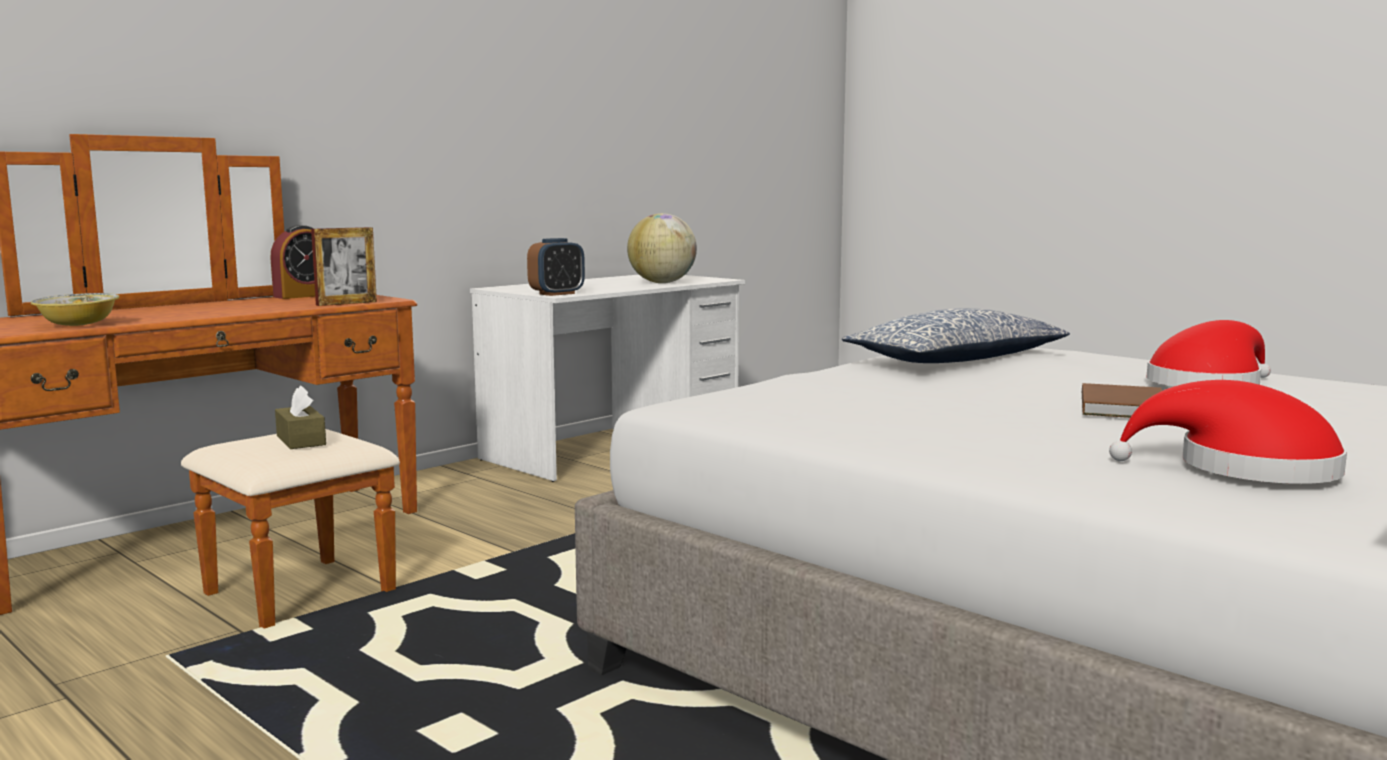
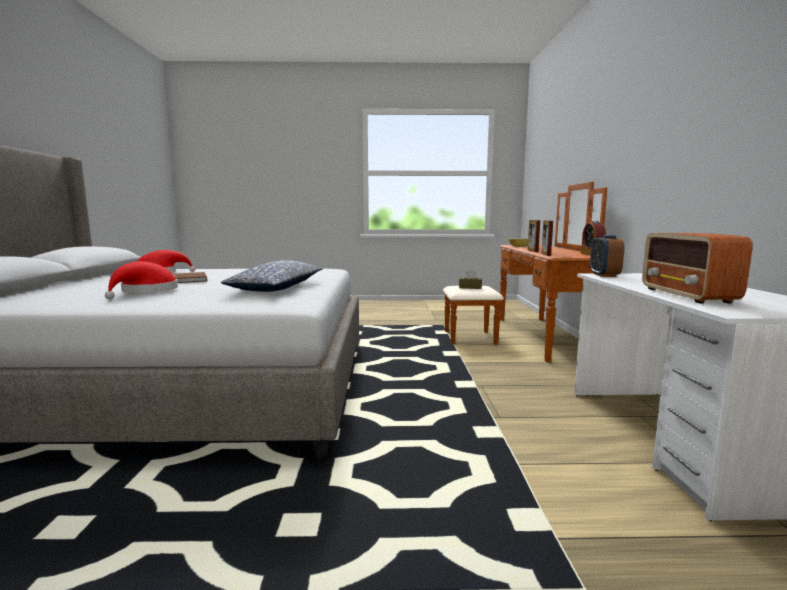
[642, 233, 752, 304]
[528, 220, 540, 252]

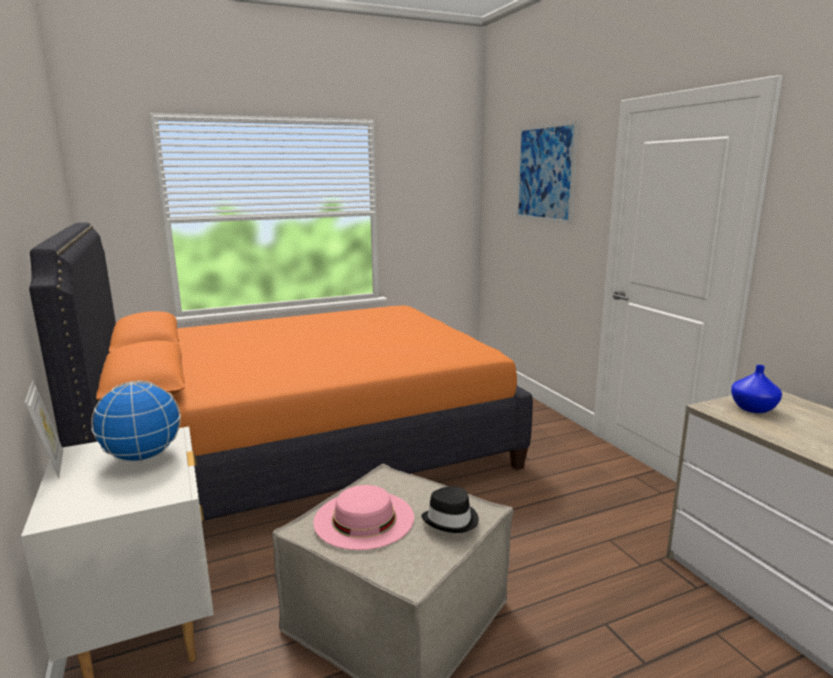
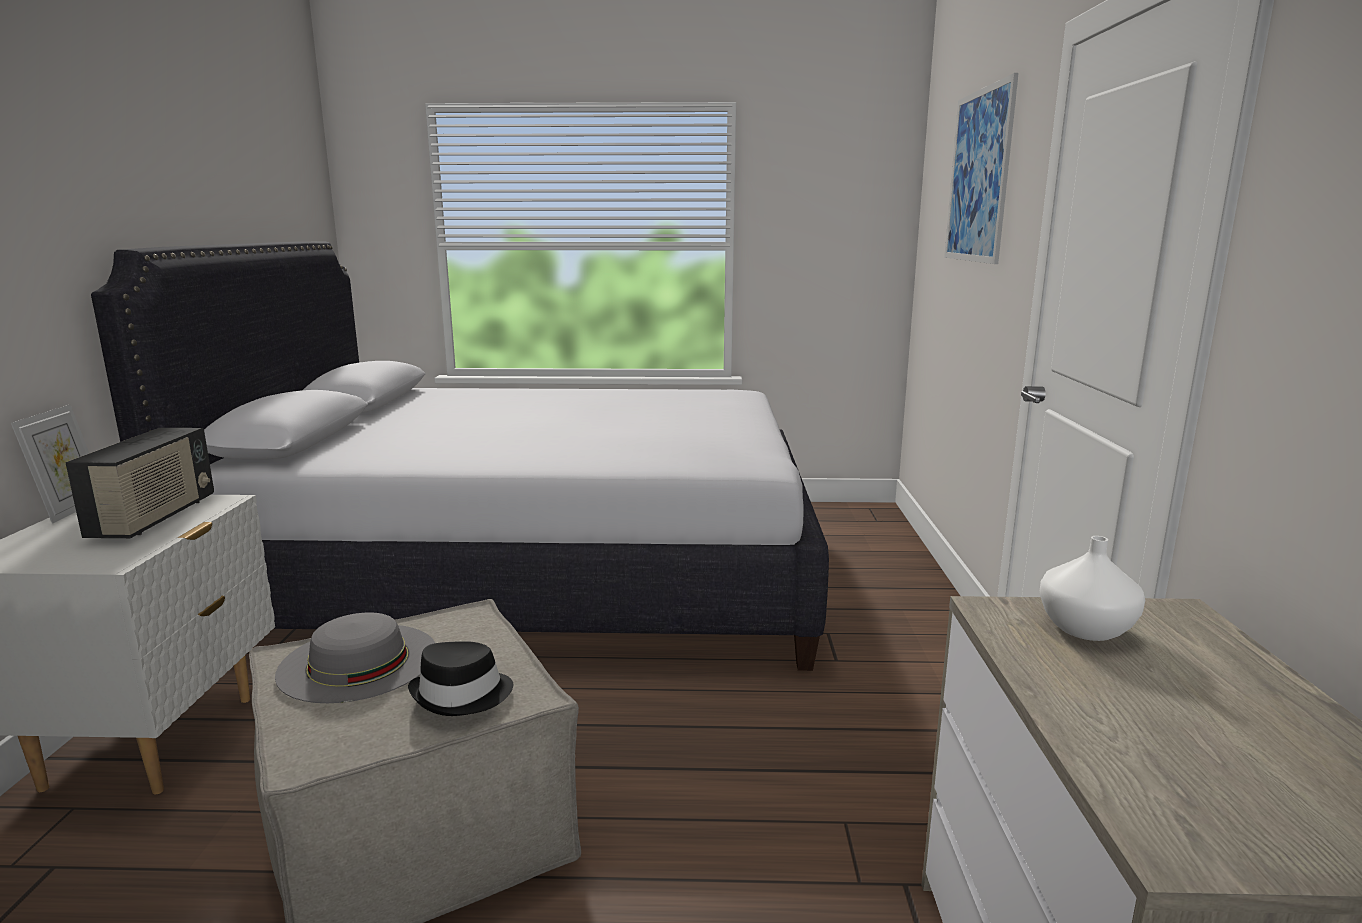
[91, 242, 829, 671]
[65, 428, 214, 538]
[275, 613, 435, 703]
[1040, 536, 1145, 641]

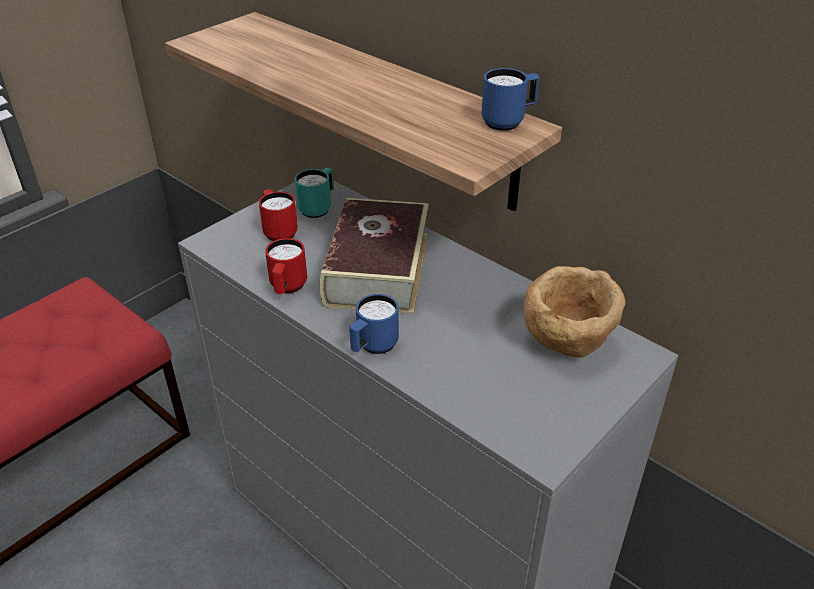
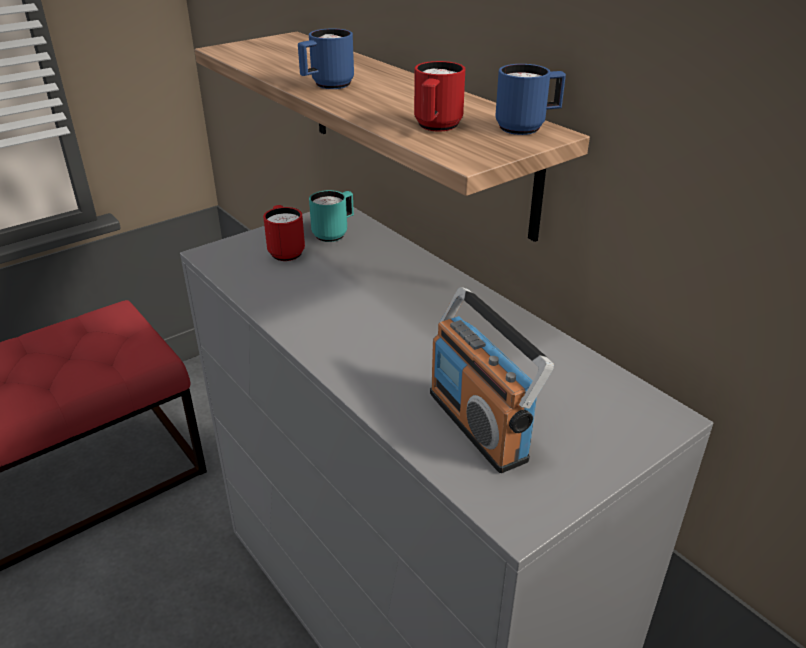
[414, 61, 465, 132]
[320, 198, 429, 314] (first image)
[298, 29, 354, 89]
[524, 266, 625, 358] (first image)
[430, 287, 554, 473]

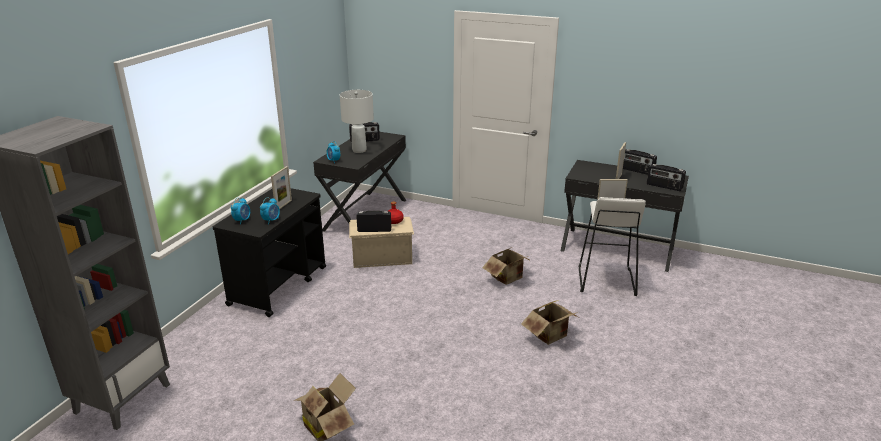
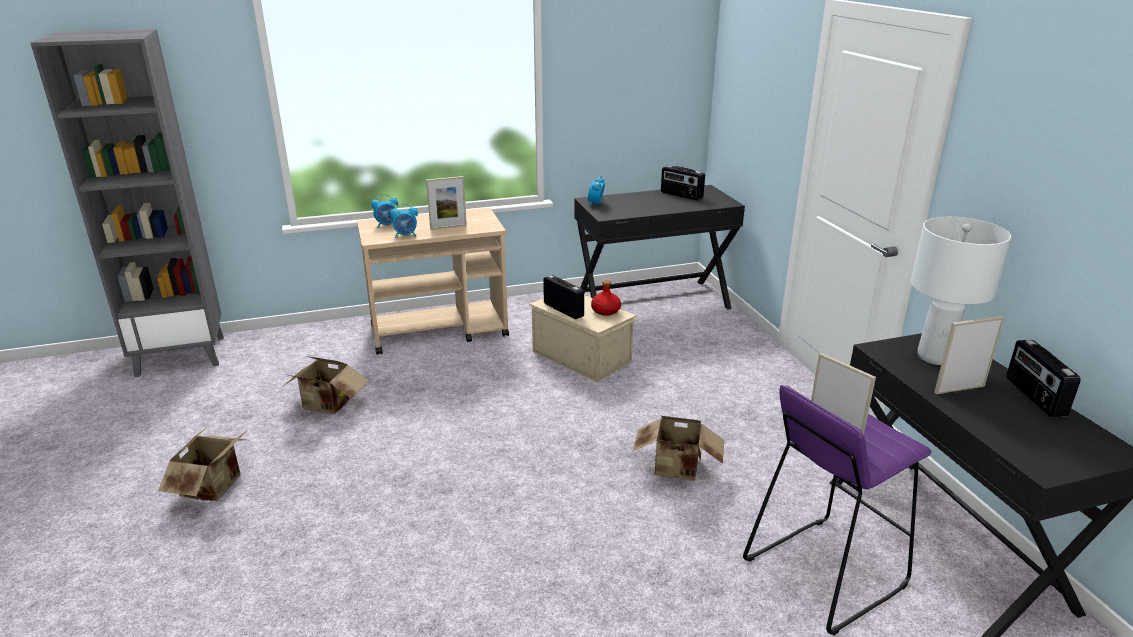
[357, 208, 509, 355]
[911, 217, 1011, 365]
[282, 356, 369, 414]
[743, 385, 932, 635]
[647, 164, 686, 191] (first image)

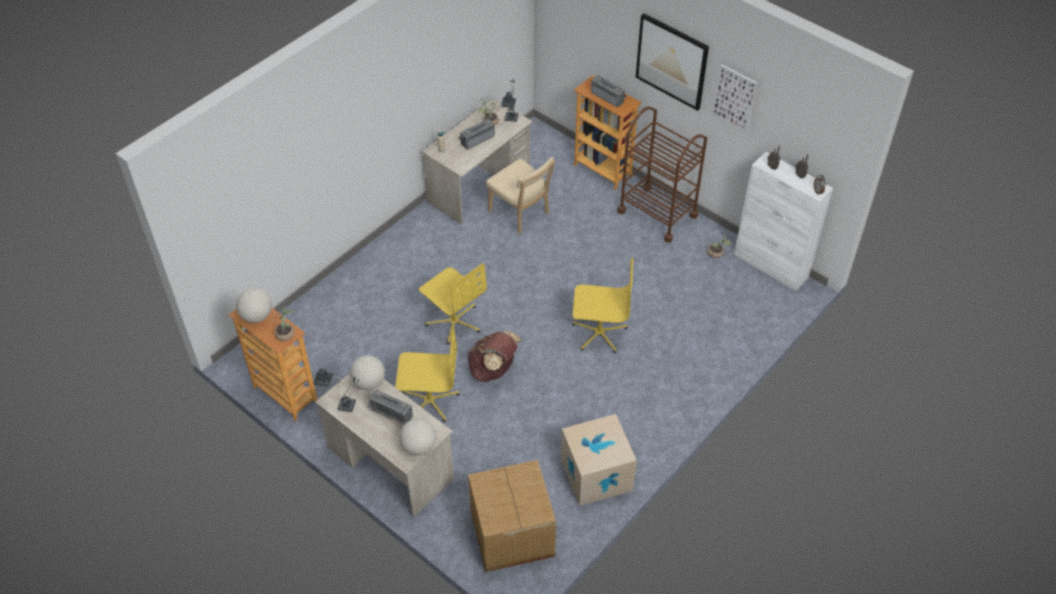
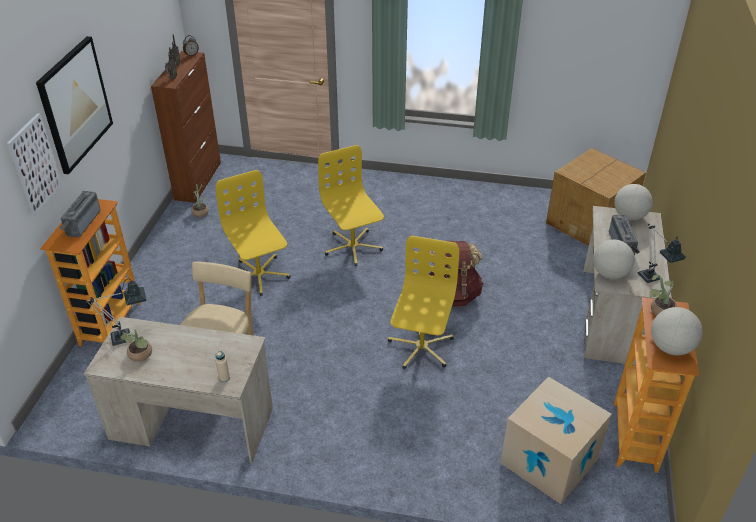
[216, 170, 290, 296]
[459, 119, 495, 150] (first image)
[501, 376, 612, 504]
[617, 106, 707, 243] (first image)
[7, 113, 62, 216]
[151, 51, 221, 203]

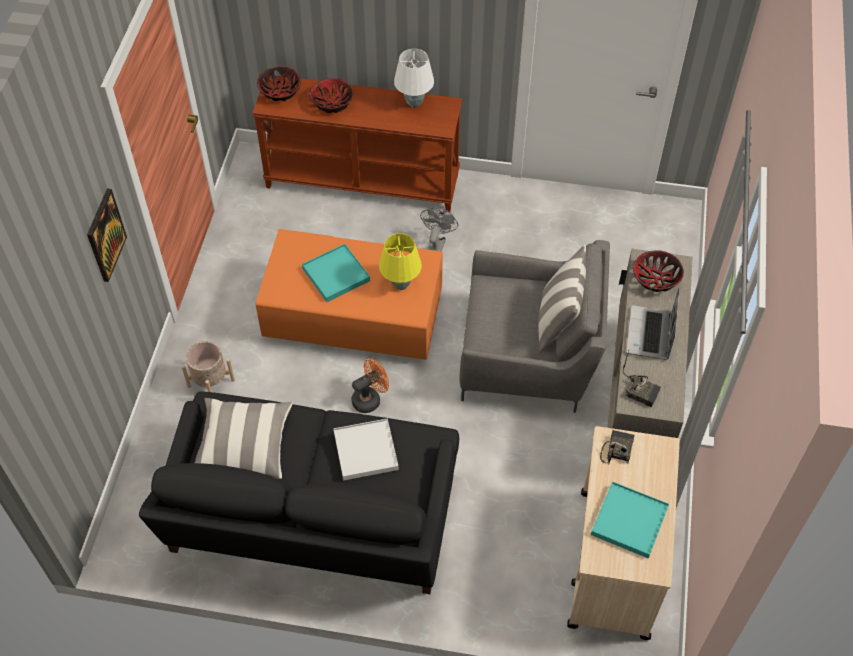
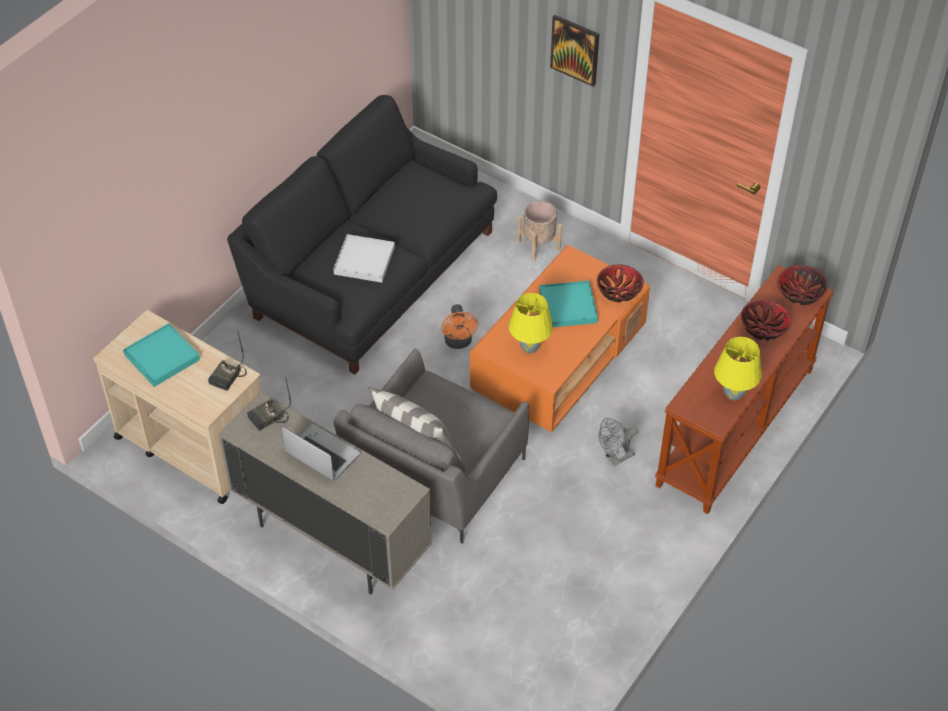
[194, 398, 293, 479] (first image)
[714, 337, 762, 401]
[599, 418, 639, 466]
[208, 333, 247, 391]
[597, 264, 644, 303]

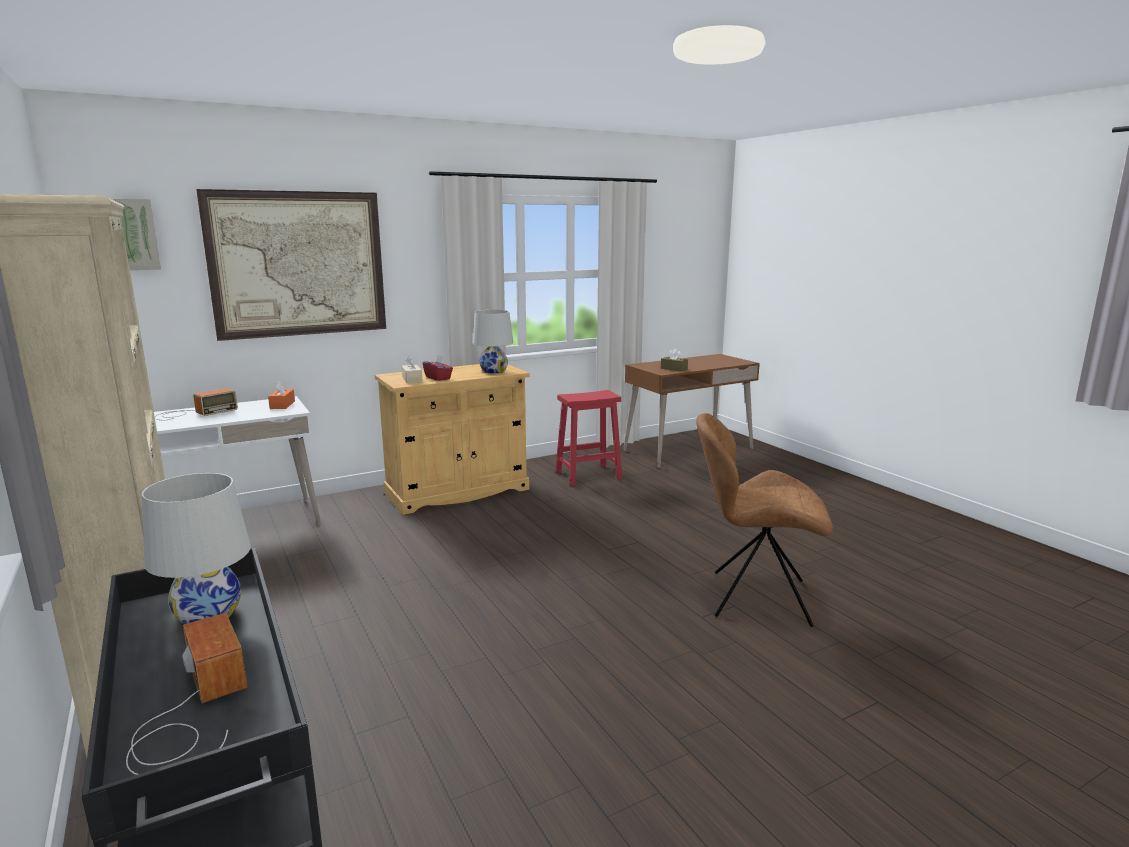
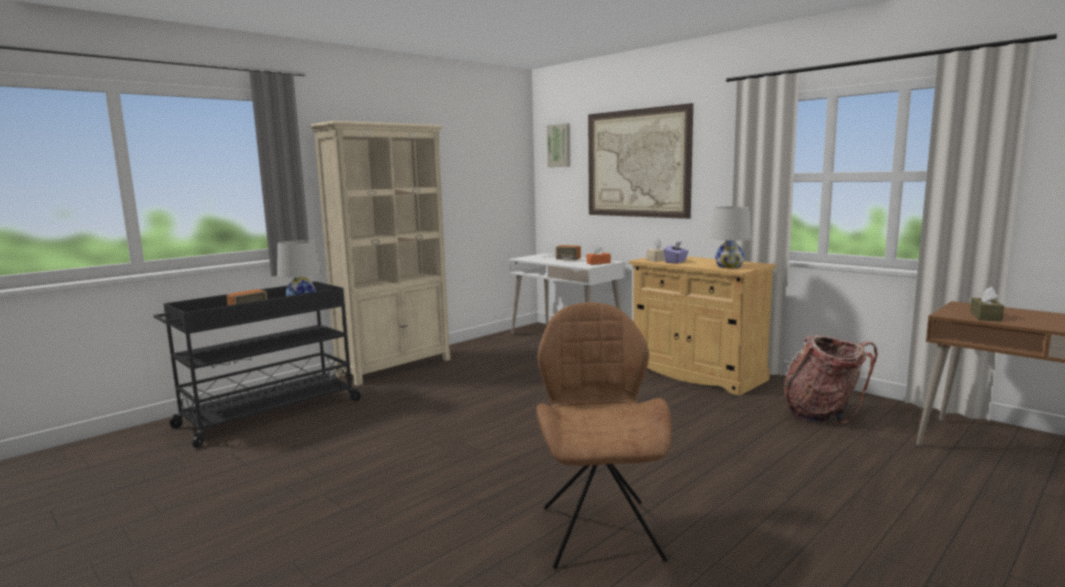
[663, 241, 689, 264]
[784, 335, 878, 425]

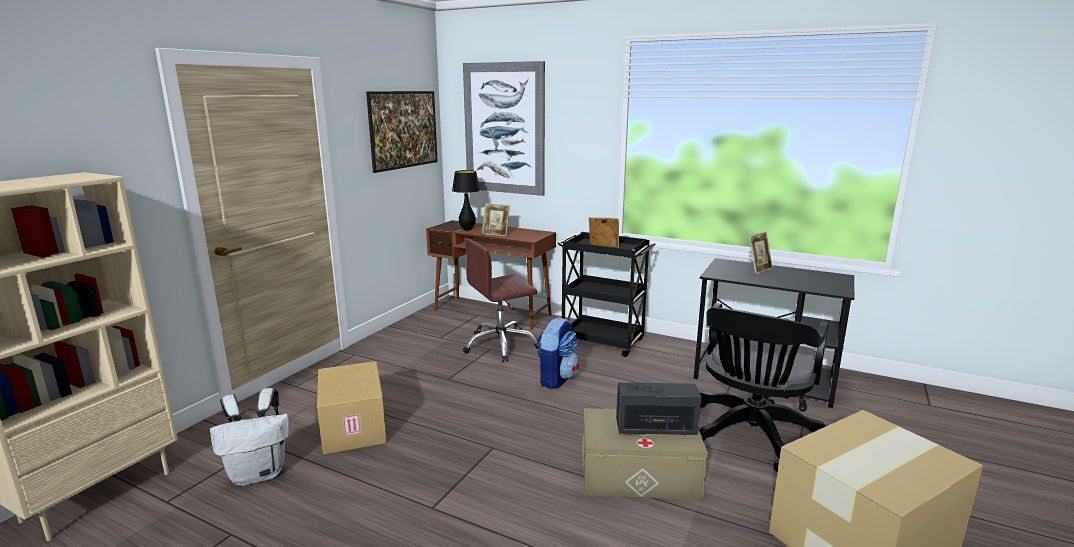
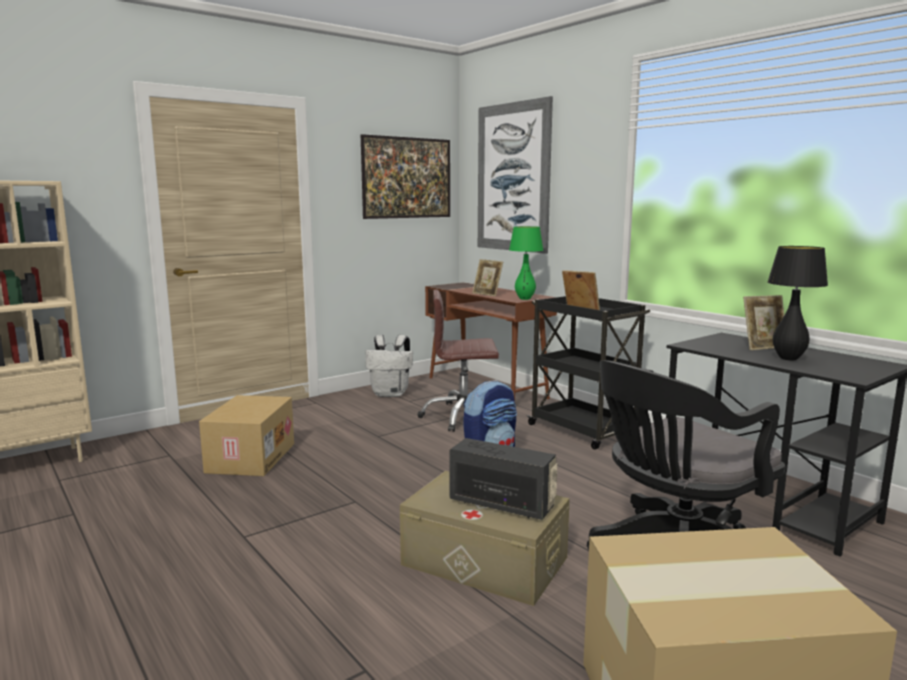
[365, 335, 413, 397]
[767, 246, 828, 361]
[509, 226, 543, 300]

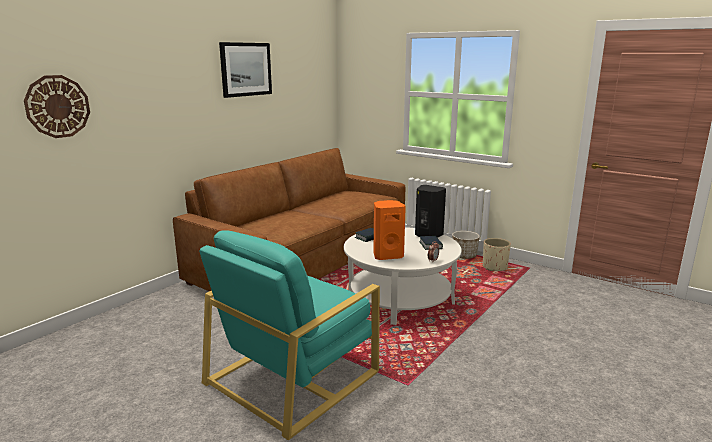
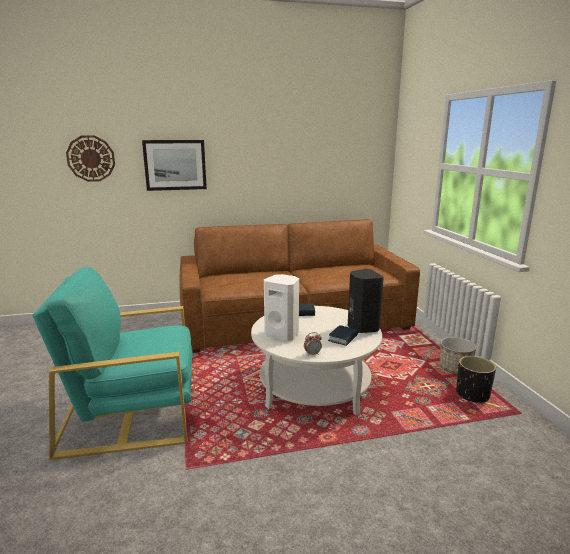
[142, 140, 207, 191]
[264, 274, 299, 341]
[456, 356, 496, 403]

